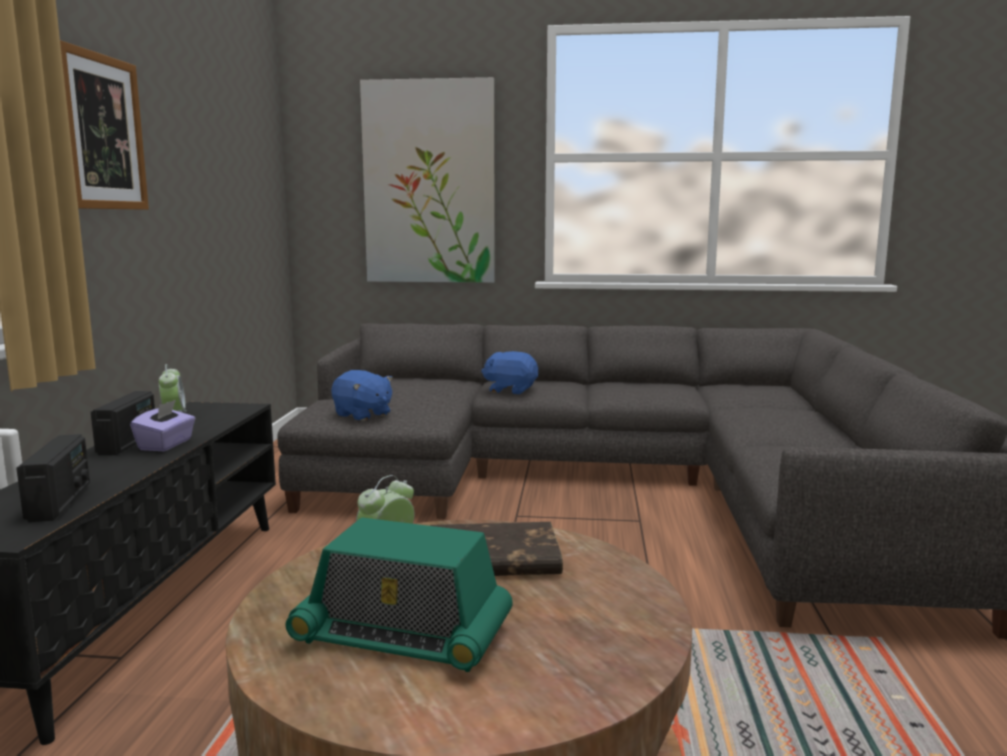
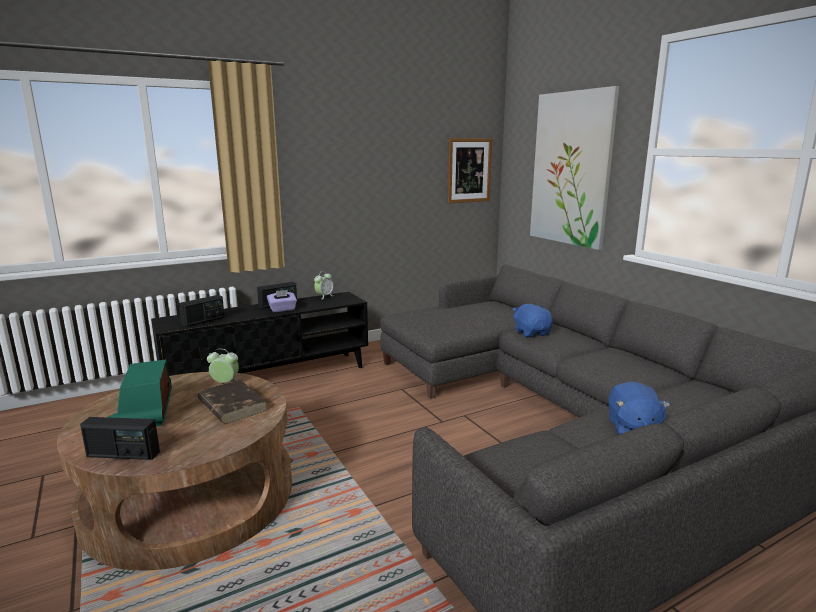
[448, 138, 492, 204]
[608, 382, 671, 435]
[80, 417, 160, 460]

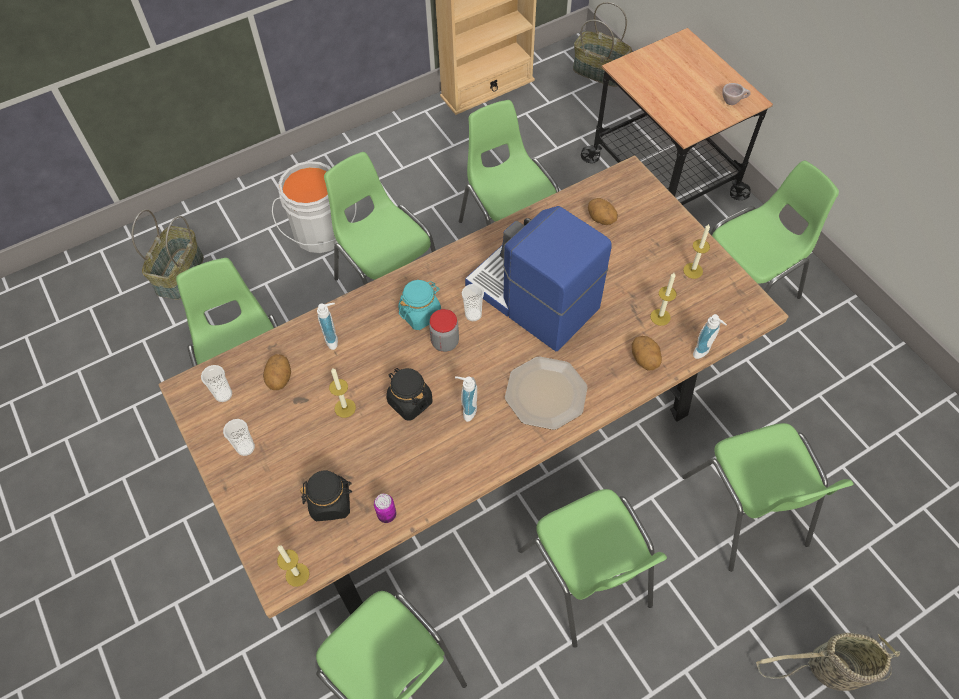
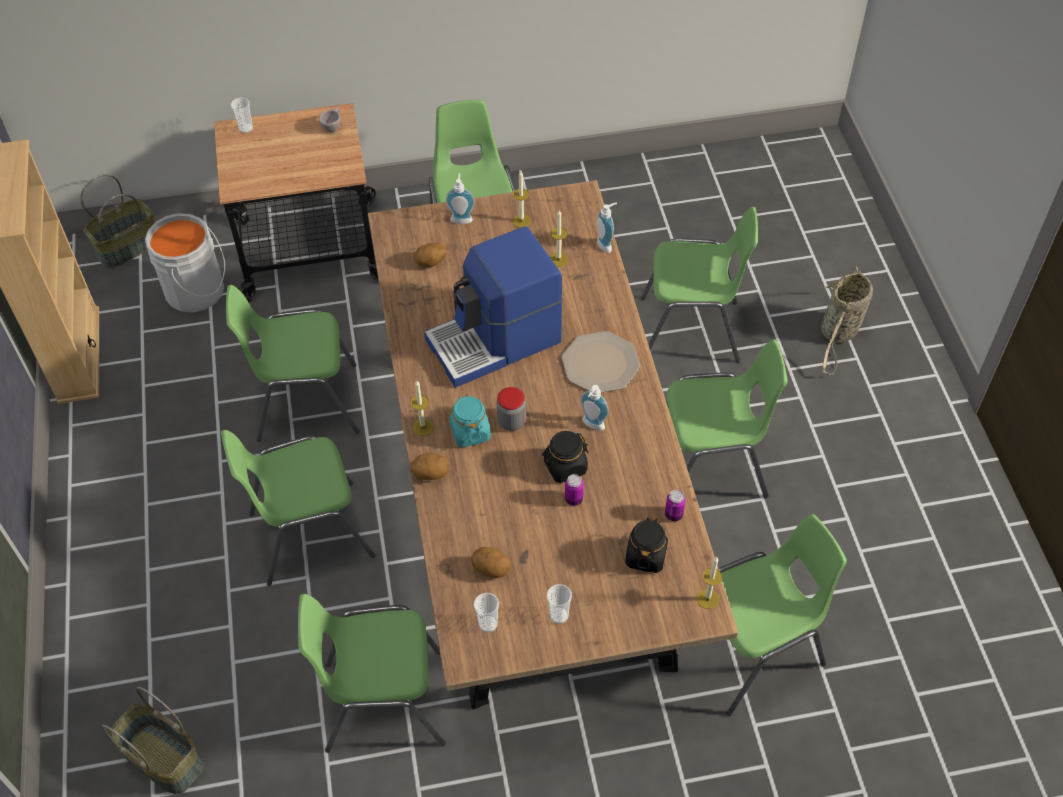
[145, 213, 225, 313]
[445, 173, 475, 224]
[411, 381, 433, 436]
[231, 98, 253, 133]
[411, 453, 450, 480]
[565, 474, 584, 506]

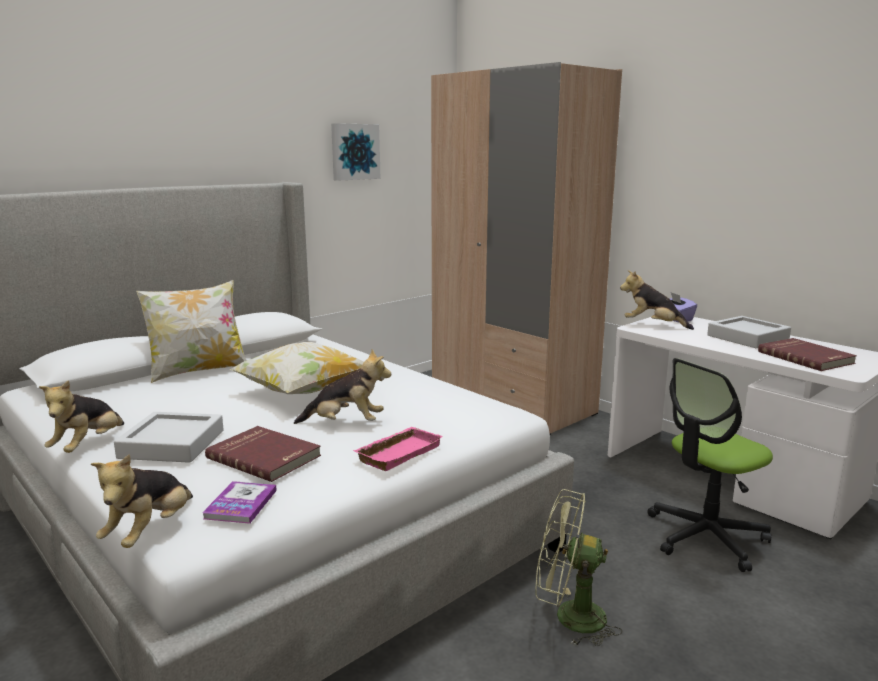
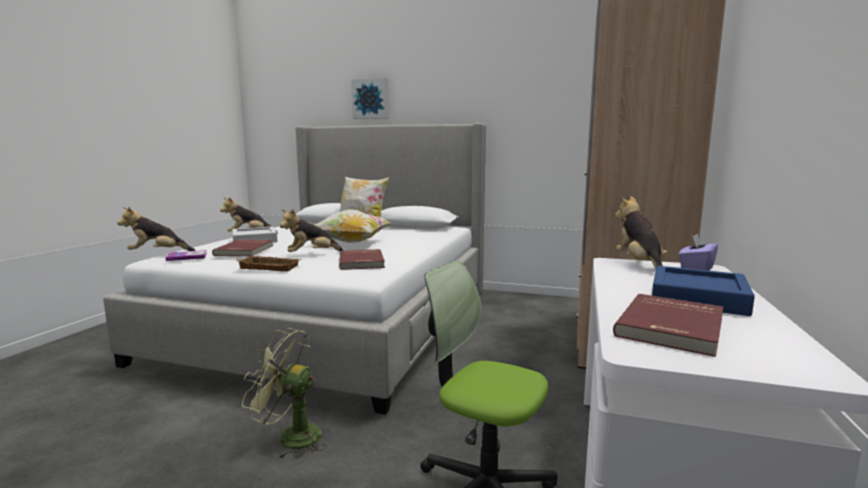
[280, 209, 344, 252]
[351, 78, 389, 119]
[238, 256, 302, 272]
[242, 328, 327, 459]
[652, 266, 755, 316]
[339, 249, 385, 270]

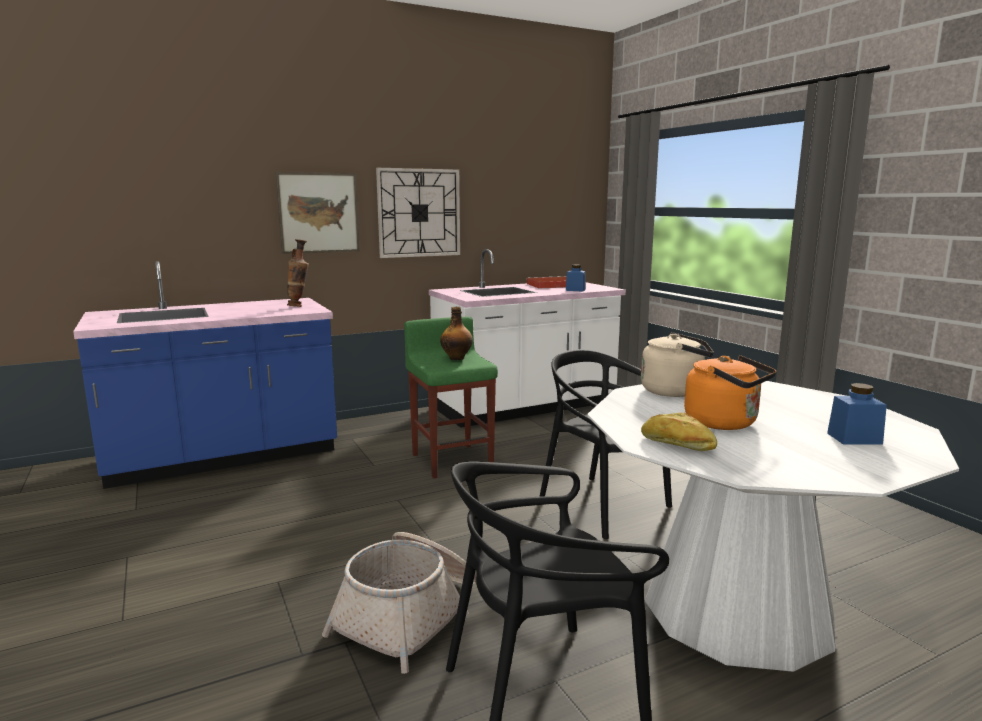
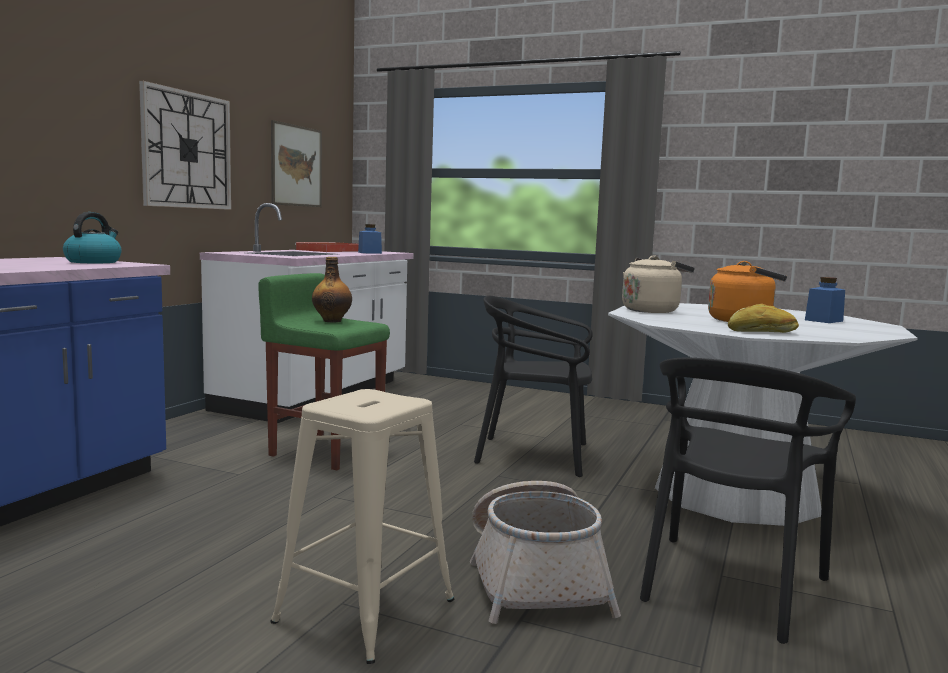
[271, 120, 322, 207]
[63, 212, 122, 263]
[270, 389, 454, 664]

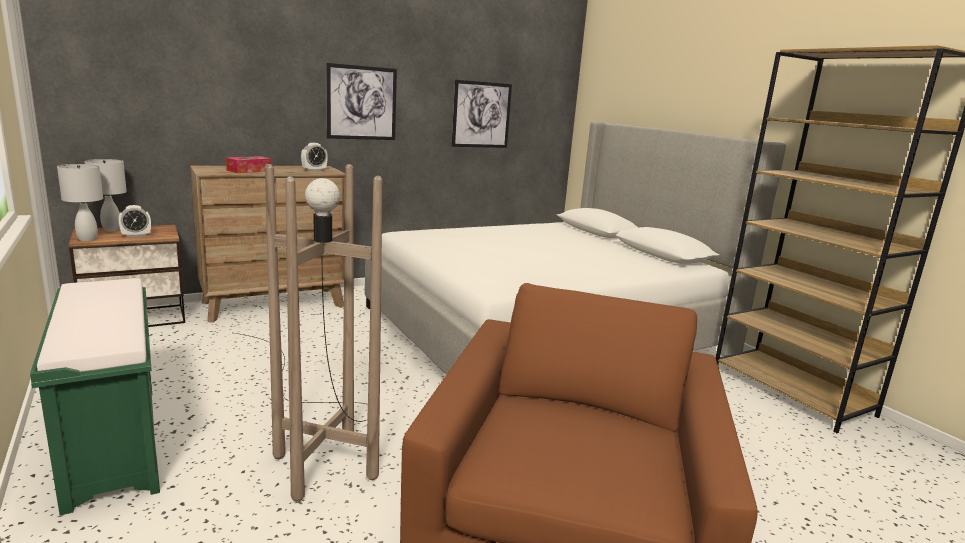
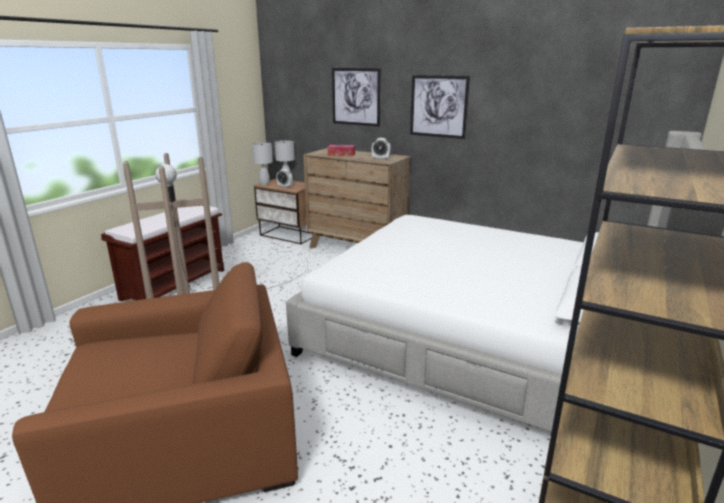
[101, 206, 224, 301]
[332, 68, 381, 127]

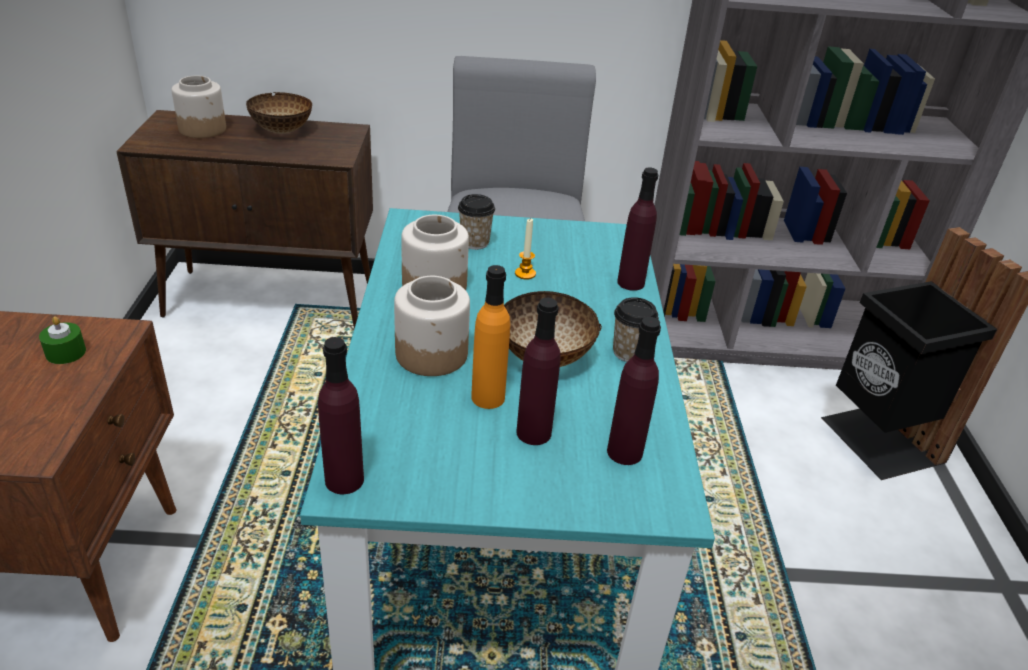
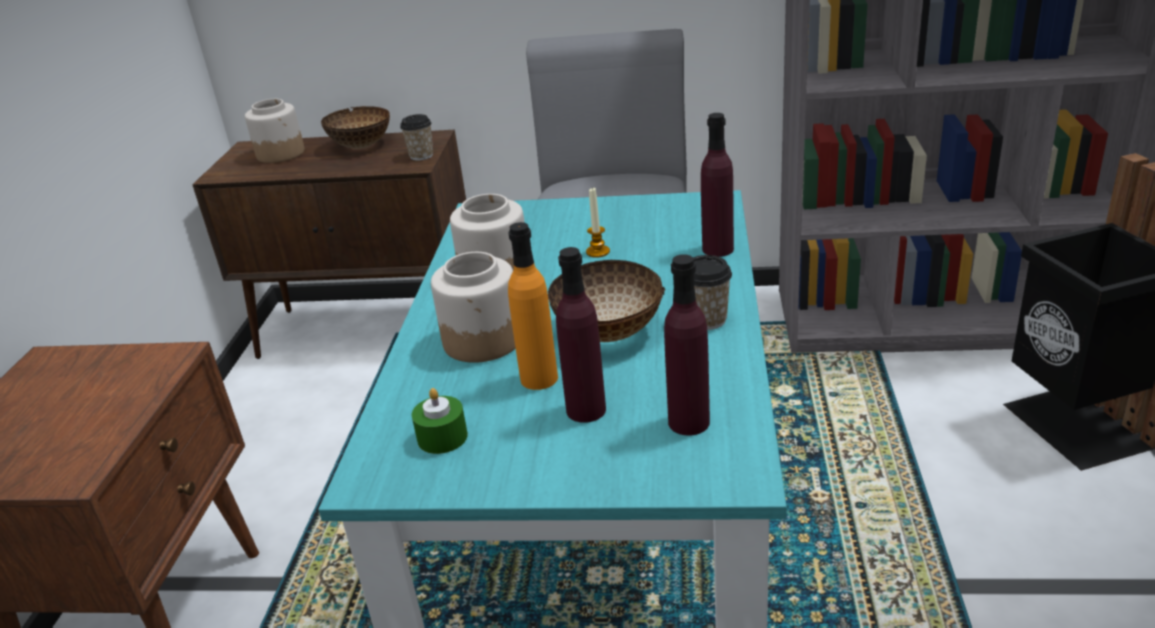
[412, 388, 468, 454]
[318, 337, 364, 494] (first image)
[400, 114, 433, 161]

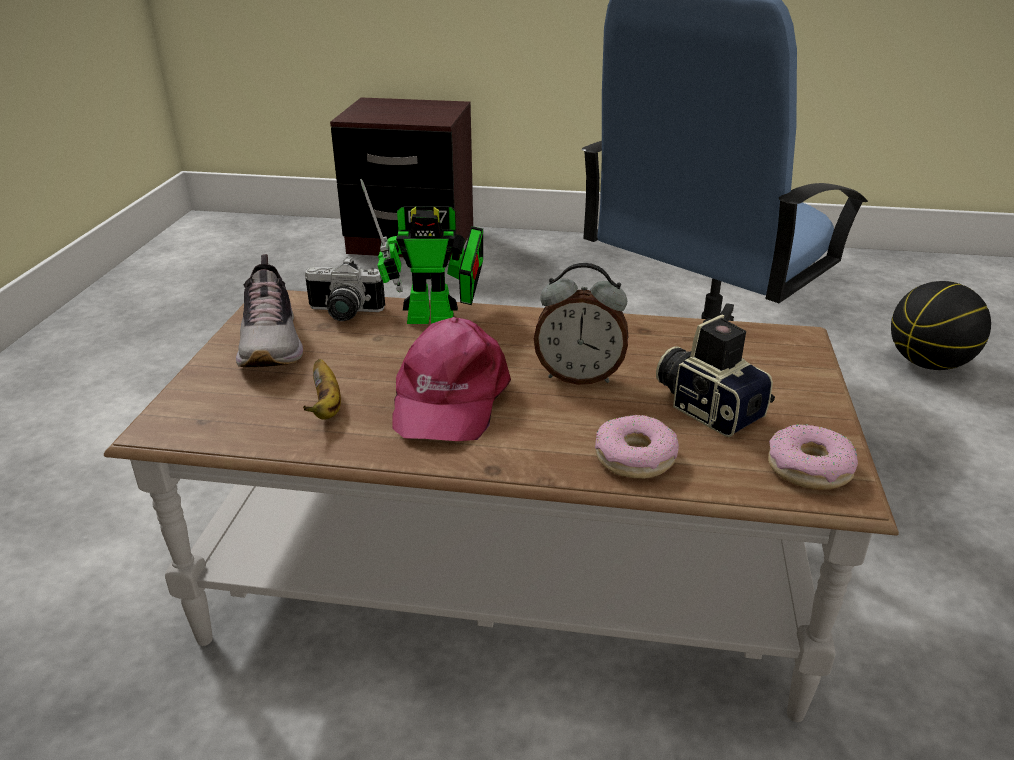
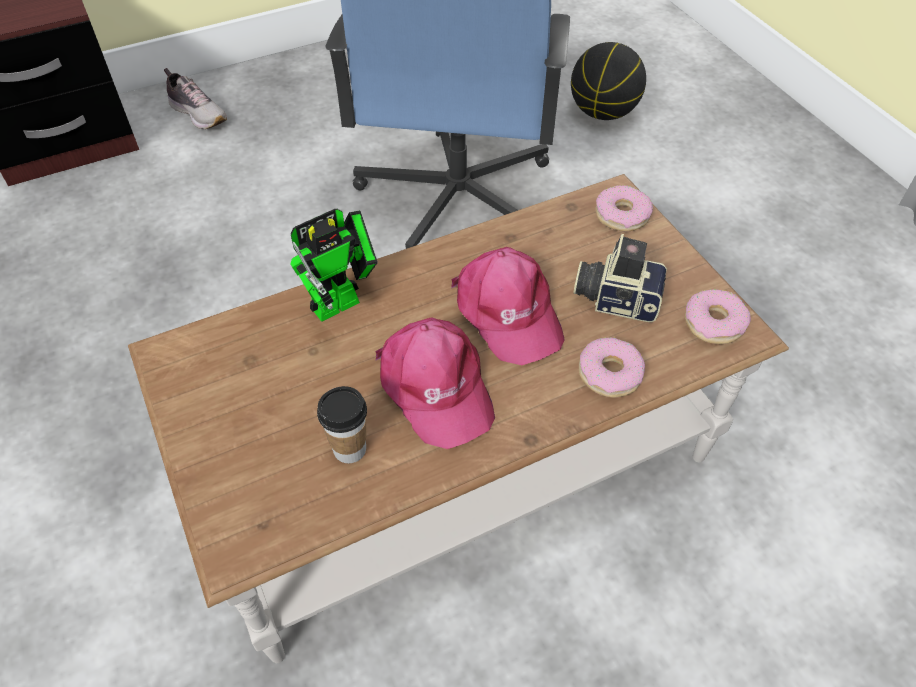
[164, 68, 227, 129]
[317, 386, 367, 463]
[305, 257, 385, 321] (first image)
[451, 247, 565, 365]
[595, 185, 653, 232]

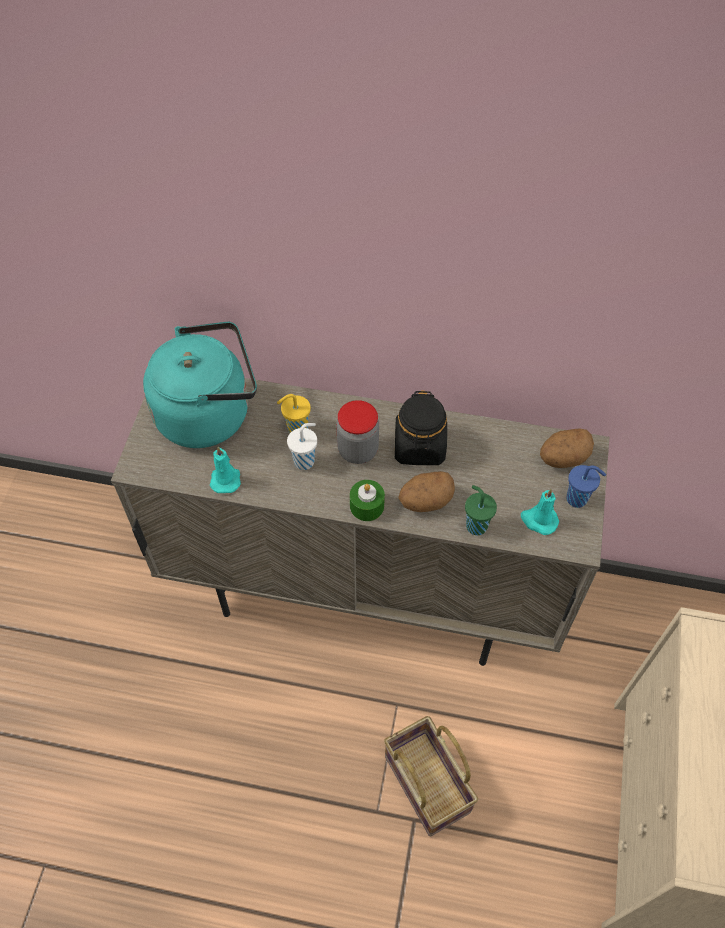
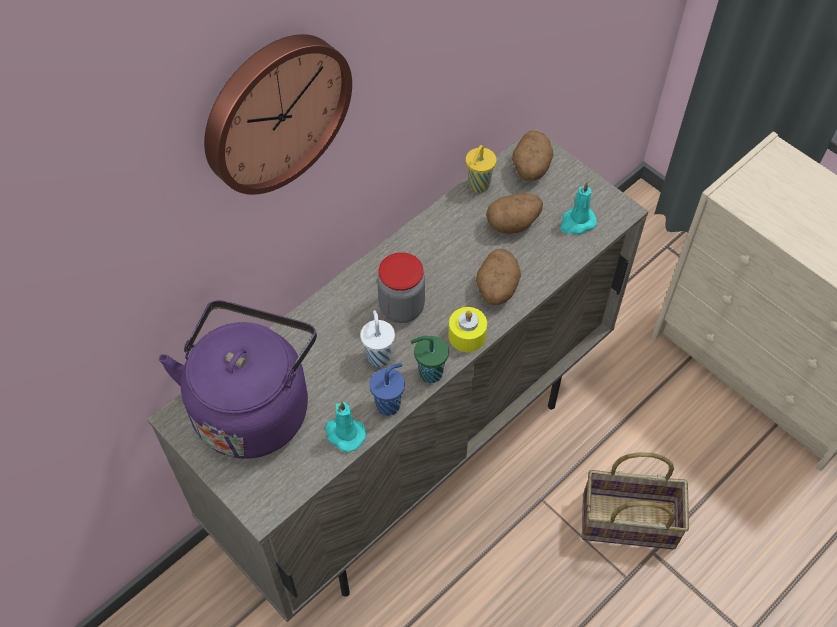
[159, 300, 317, 459]
[466, 145, 497, 193]
[448, 307, 487, 352]
[395, 390, 447, 465] (first image)
[411, 336, 449, 383]
[369, 363, 405, 416]
[204, 34, 352, 195]
[486, 193, 543, 234]

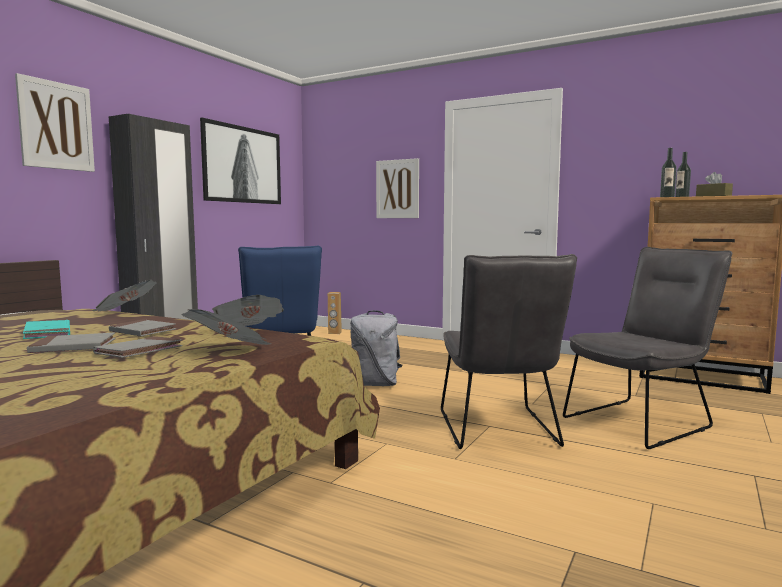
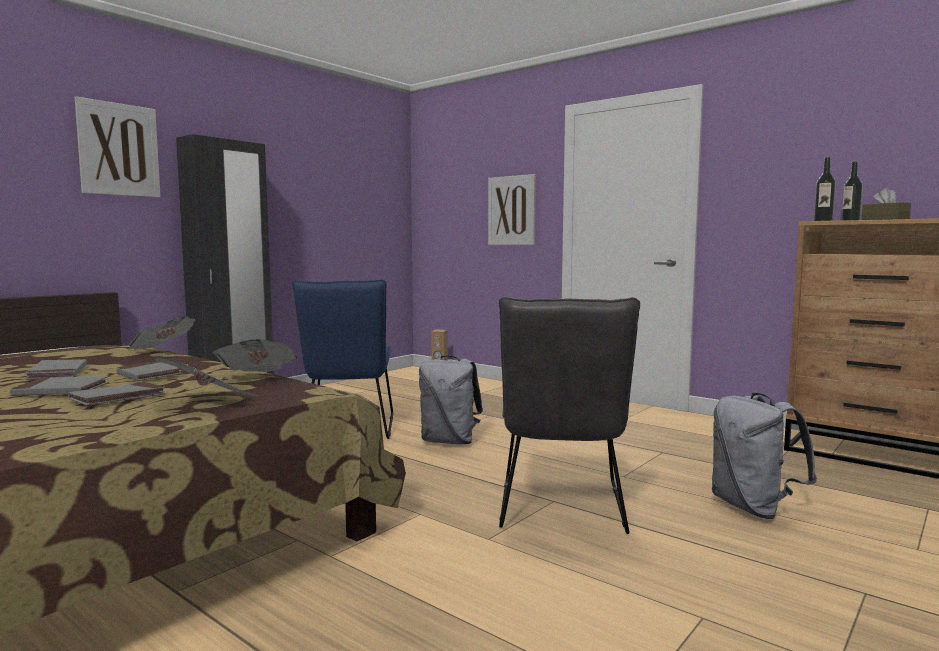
[25, 359, 87, 379]
[200, 118, 281, 204] (first image)
[712, 393, 817, 519]

